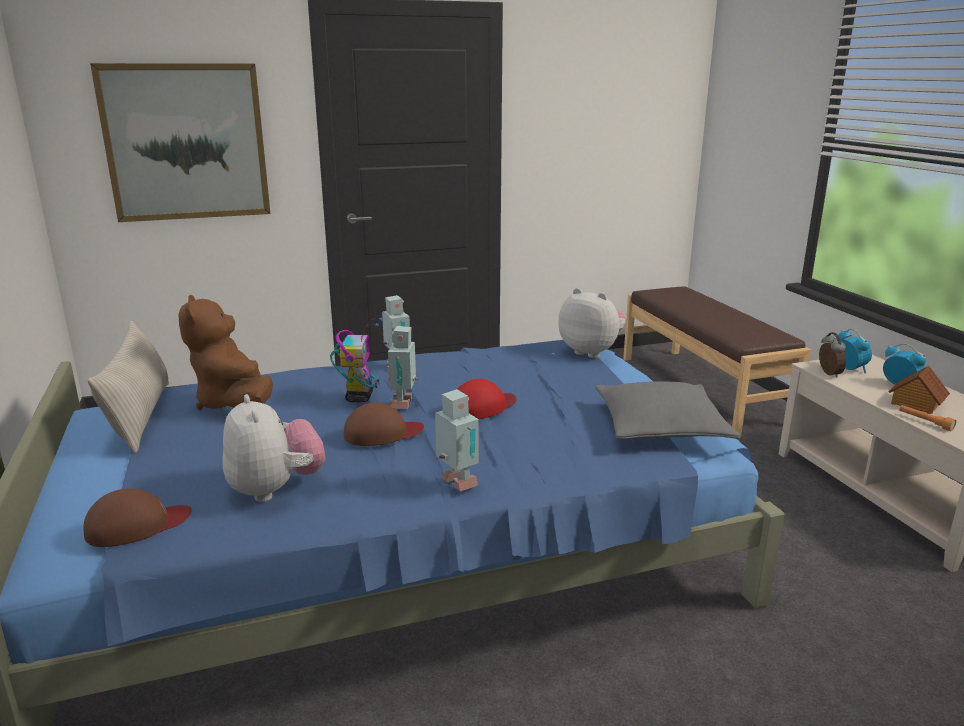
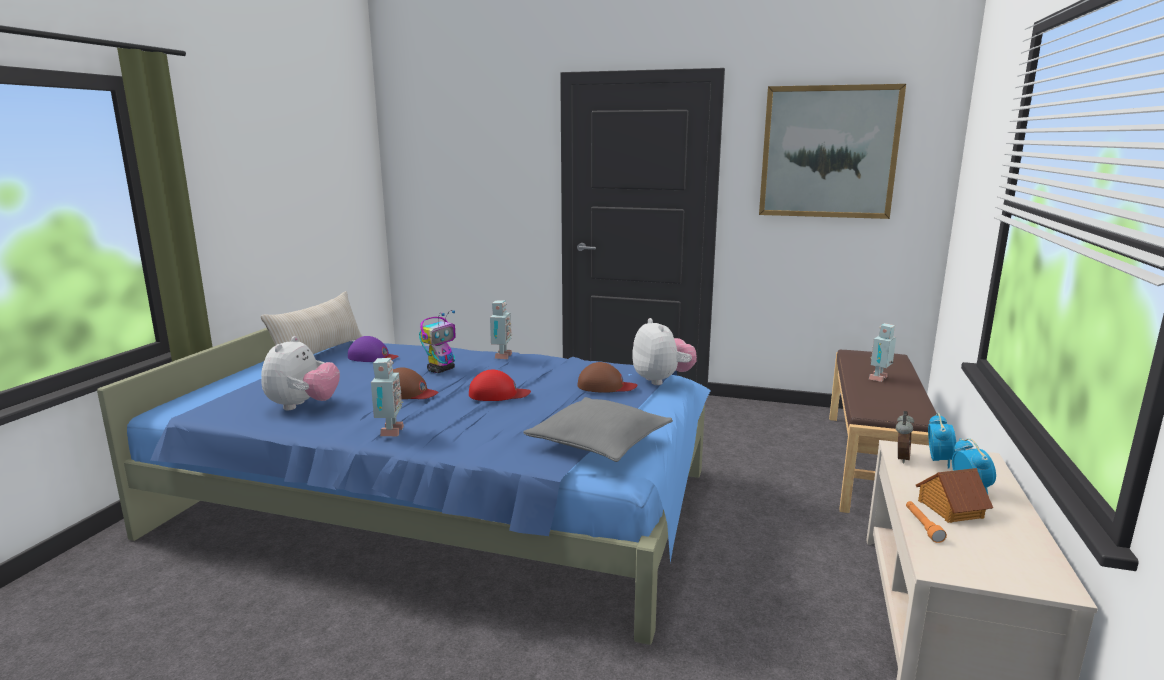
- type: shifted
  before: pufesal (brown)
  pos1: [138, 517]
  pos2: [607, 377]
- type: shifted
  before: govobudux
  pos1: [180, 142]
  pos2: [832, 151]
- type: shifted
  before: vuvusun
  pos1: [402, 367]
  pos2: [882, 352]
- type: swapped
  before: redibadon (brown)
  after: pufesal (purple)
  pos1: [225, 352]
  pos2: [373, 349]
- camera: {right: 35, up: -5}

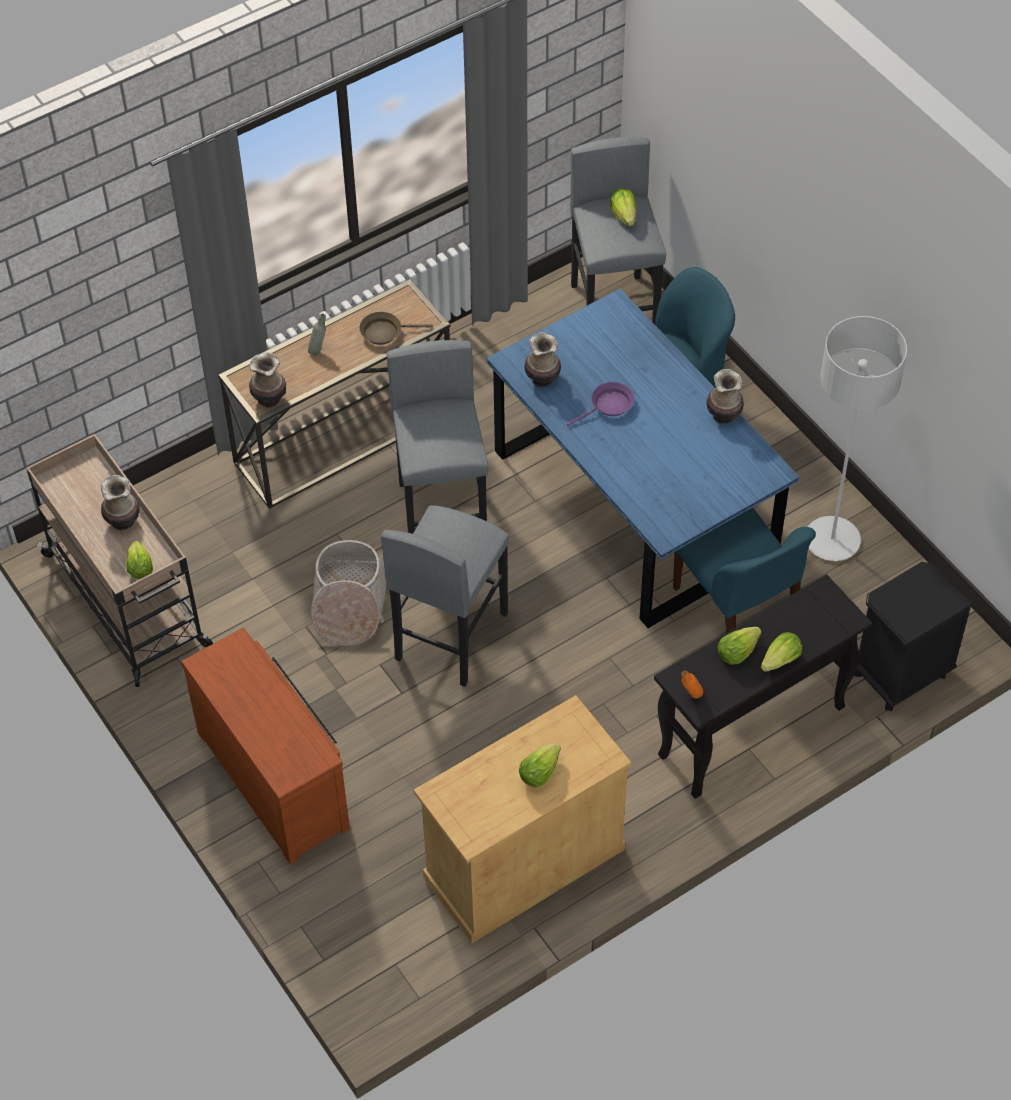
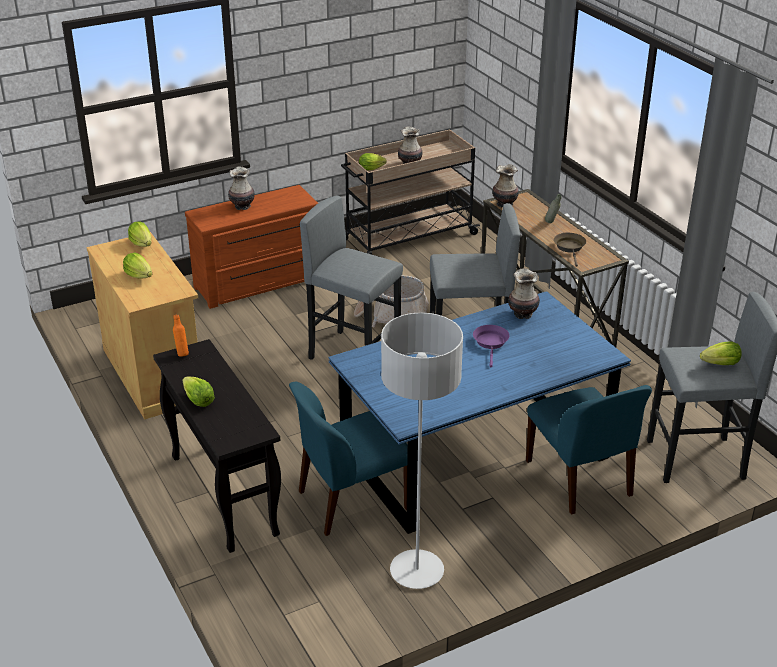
- type: gone
  before: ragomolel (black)
  pos1: [913, 636]
- type: shifted
  before: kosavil
  pos1: [725, 396]
  pos2: [241, 188]
- type: shifted
  before: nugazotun
  pos1: [739, 646]
  pos2: [139, 234]
- type: rotated
  before: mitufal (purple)
  pos1: [600, 404]
  pos2: [491, 346]
  turn: -150
- camera: {right: 95, up: -20}

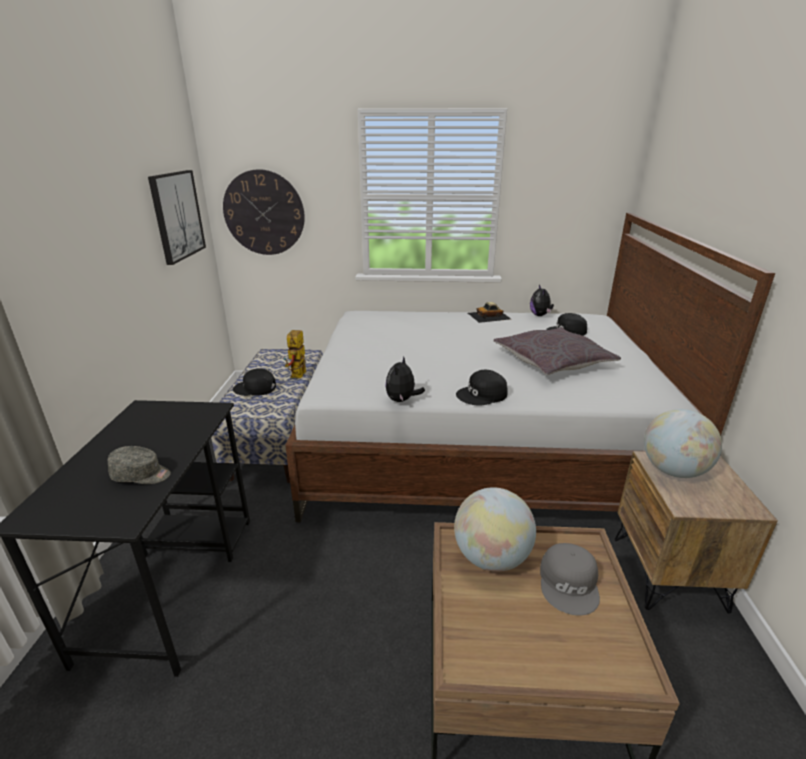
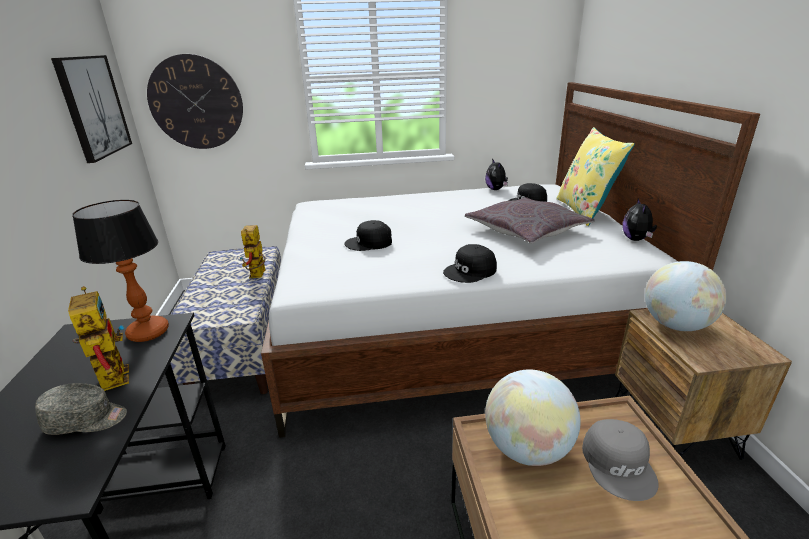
- type: gone
  before: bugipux
  pos1: [489, 312]
- type: new
  after: vuvusun
  pos2: [98, 338]
- type: new
  after: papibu
  pos2: [120, 271]
- type: new
  after: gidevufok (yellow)
  pos2: [595, 176]
- type: shifted
  before: pufesal (black)
  pos1: [254, 382]
  pos2: [368, 235]
- type: shifted
  before: redibadon
  pos1: [405, 379]
  pos2: [640, 220]
- camera: {right: -10, up: 0}

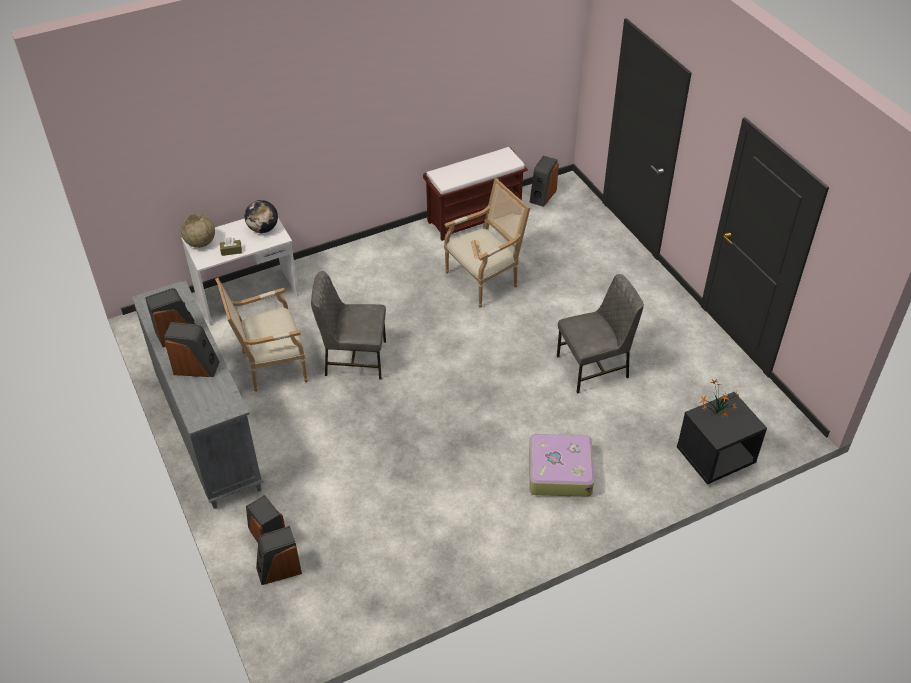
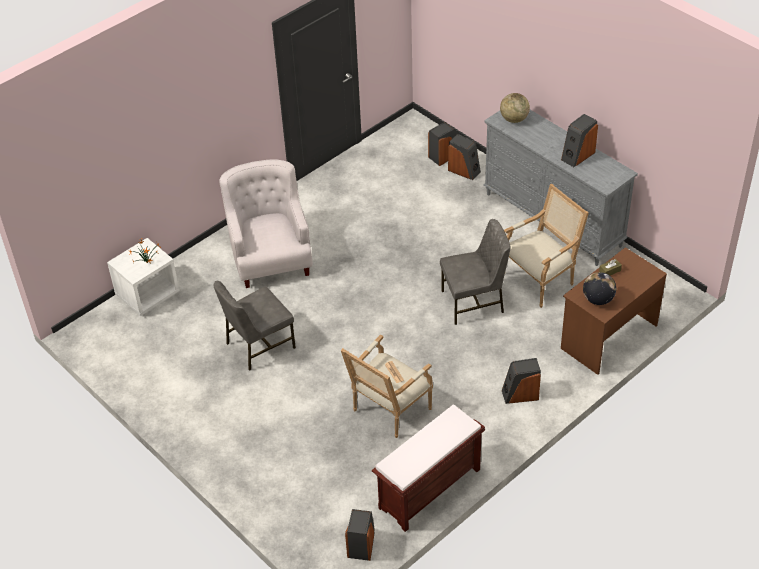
- type: shifted
  before: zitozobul
  pos1: [191, 349]
  pos2: [521, 381]
- type: shifted
  before: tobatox
  pos1: [198, 231]
  pos2: [515, 108]
- type: swapped
  before: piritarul
  after: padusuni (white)
  pos1: [561, 465]
  pos2: [266, 223]
- type: repainted
  before: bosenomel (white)
  after: bosenomel (brown)
  pos1: [240, 272]
  pos2: [614, 311]
- type: repainted
  before: ragomolel (black)
  after: ragomolel (white)
  pos1: [722, 438]
  pos2: [143, 277]
- camera: {right: 165, up: 0}

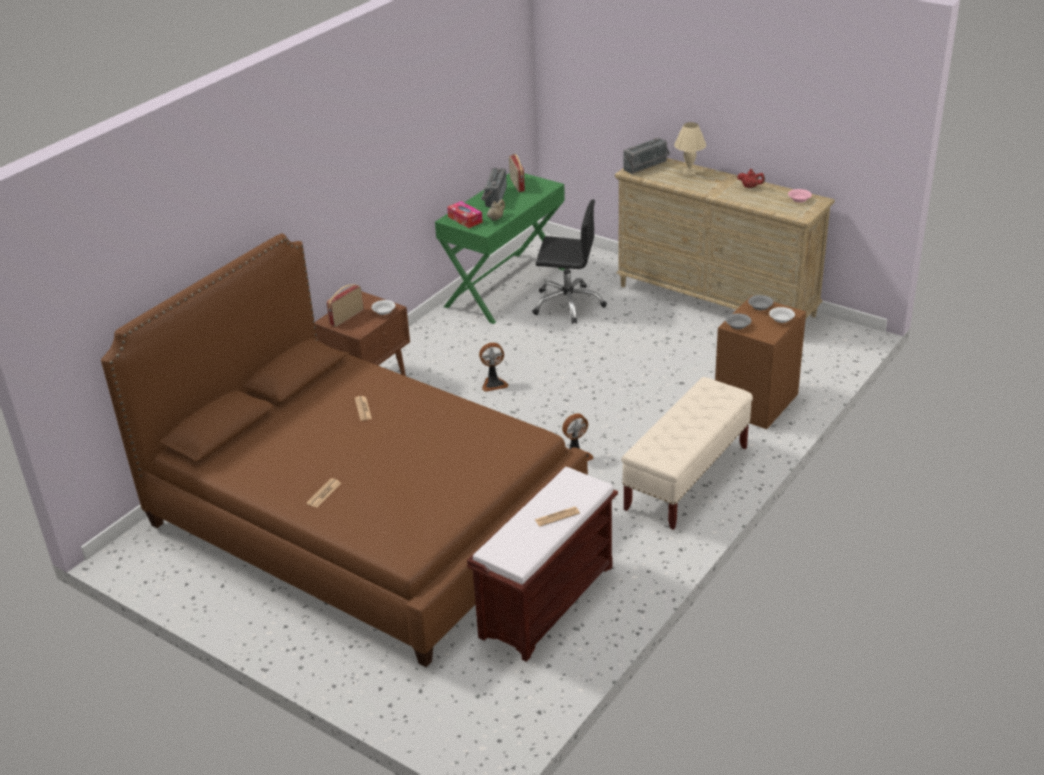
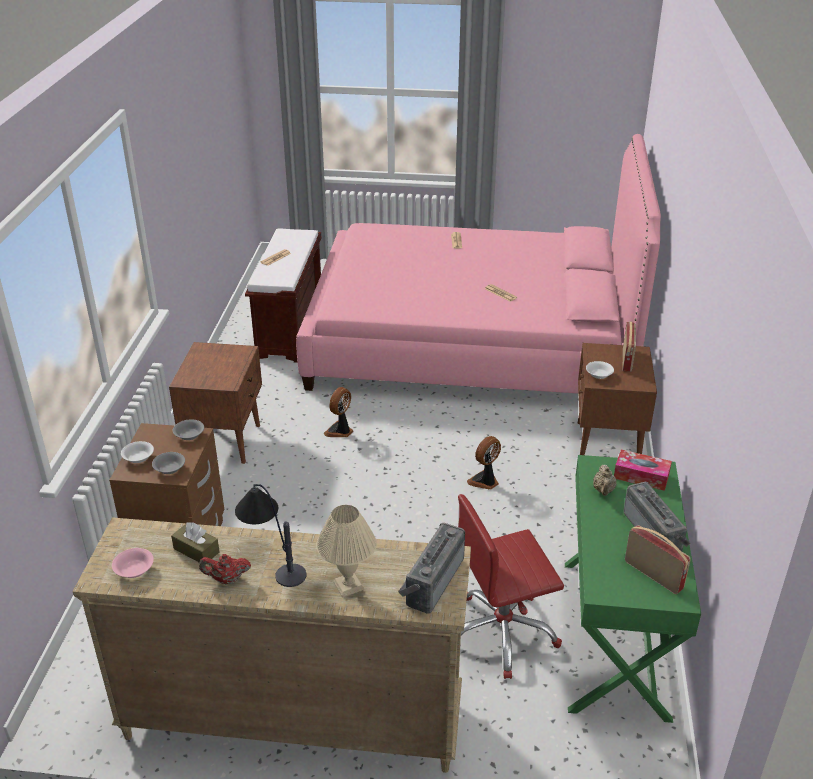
- type: new
  after: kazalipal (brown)
  pos2: [195, 542]
- type: new
  after: papibu
  pos2: [270, 535]
- type: swapped
  before: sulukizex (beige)
  after: ragomolel (brown)
  pos1: [687, 453]
  pos2: [215, 403]
- type: repainted
  before: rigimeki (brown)
  after: rigimeki (pink)
  pos1: [344, 450]
  pos2: [478, 264]
- type: repainted
  before: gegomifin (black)
  after: gegomifin (red)
  pos1: [569, 262]
  pos2: [511, 586]
- camera: {right: 150, up: 0}

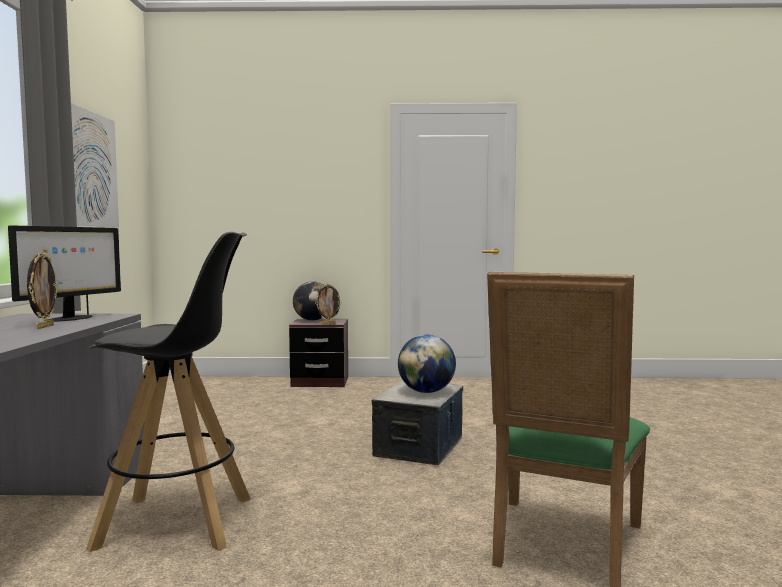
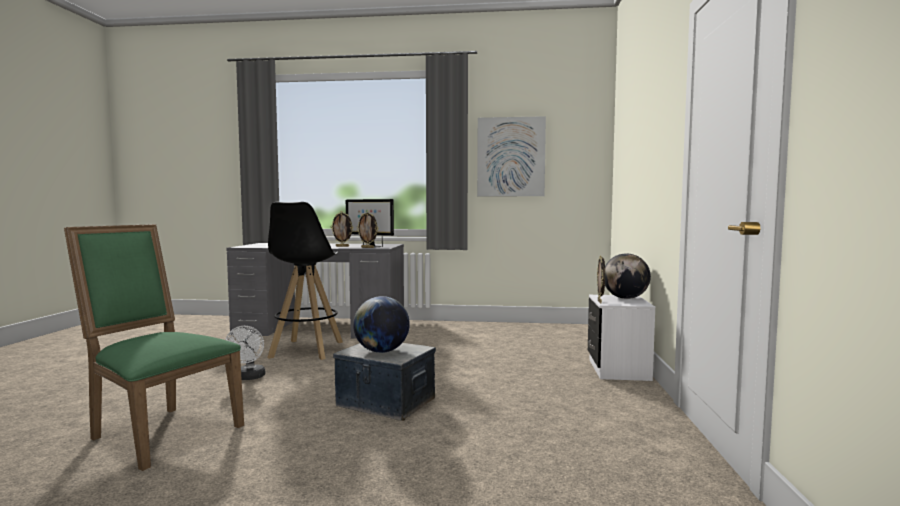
- type: new
  after: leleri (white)
  pos2: [245, 353]
- type: new
  after: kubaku
  pos2: [367, 229]
- type: repainted
  before: ragomolel (brown)
  after: ragomolel (white)
  pos1: [318, 353]
  pos2: [621, 338]
- camera: {right: 95, up: 0}

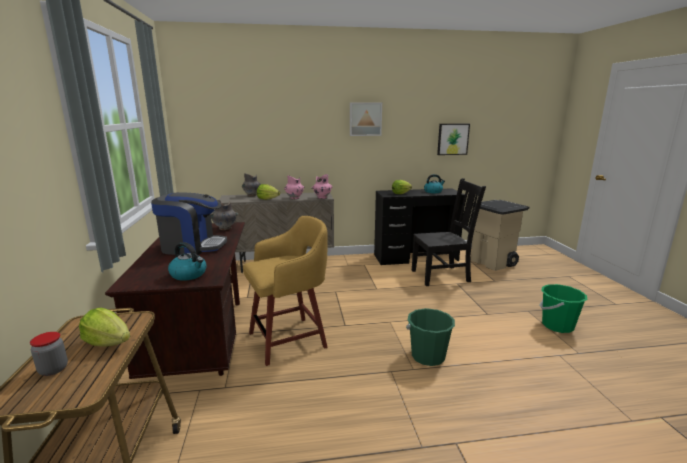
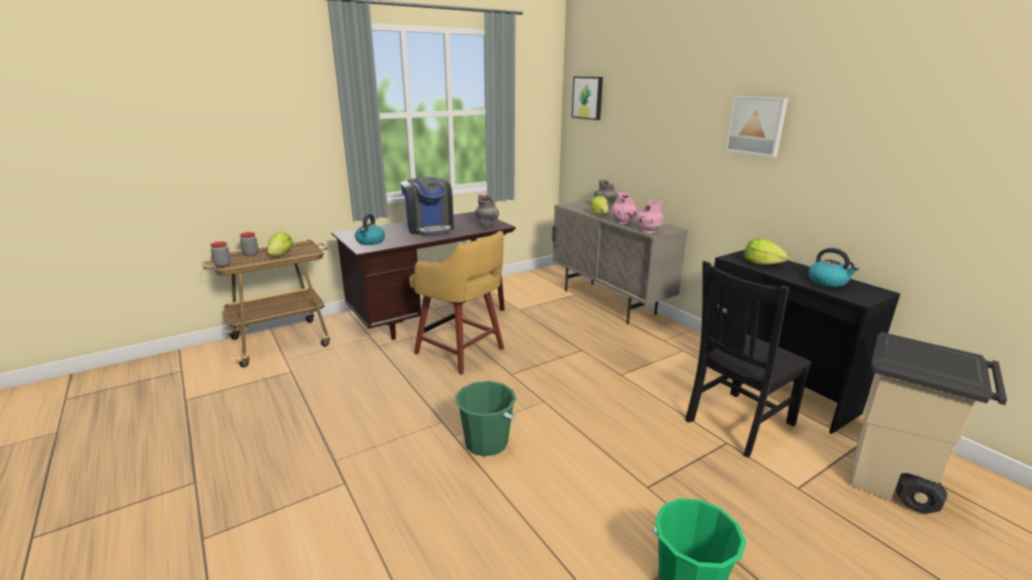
- type: new
  after: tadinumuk
  pos2: [220, 254]
- type: shifted
  before: govobudux
  pos1: [453, 139]
  pos2: [587, 98]
- type: rotated
  before: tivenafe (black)
  pos1: [449, 232]
  pos2: [748, 359]
  turn: 90
- camera: {right: 65, up: 5}

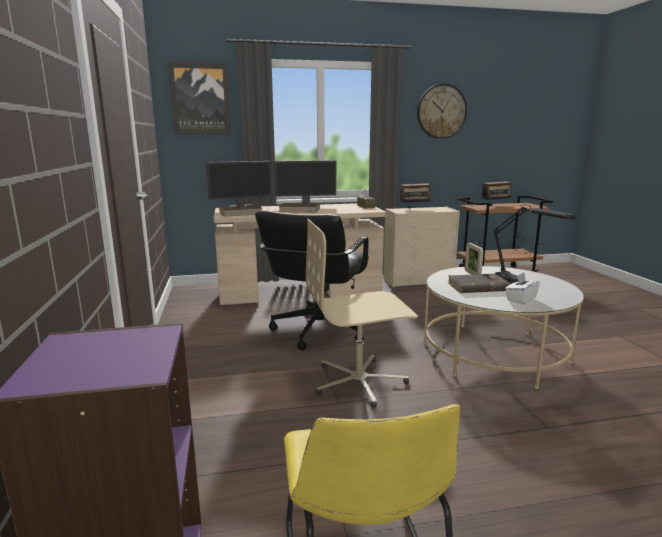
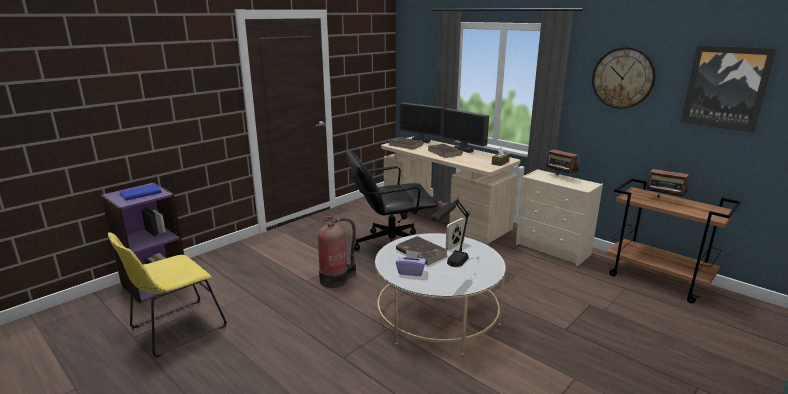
- type: new
  after: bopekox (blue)
  pos2: [140, 192]
- type: shifted
  before: govobudux
  pos1: [199, 98]
  pos2: [729, 89]
- type: swapped
  before: gegomifin (beige)
  after: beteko
  pos1: [362, 313]
  pos2: [337, 252]
- type: repainted
  before: kazalipal (white)
  after: kazalipal (purple)
  pos1: [522, 288]
  pos2: [411, 263]
- camera: {right: 55, up: 5}

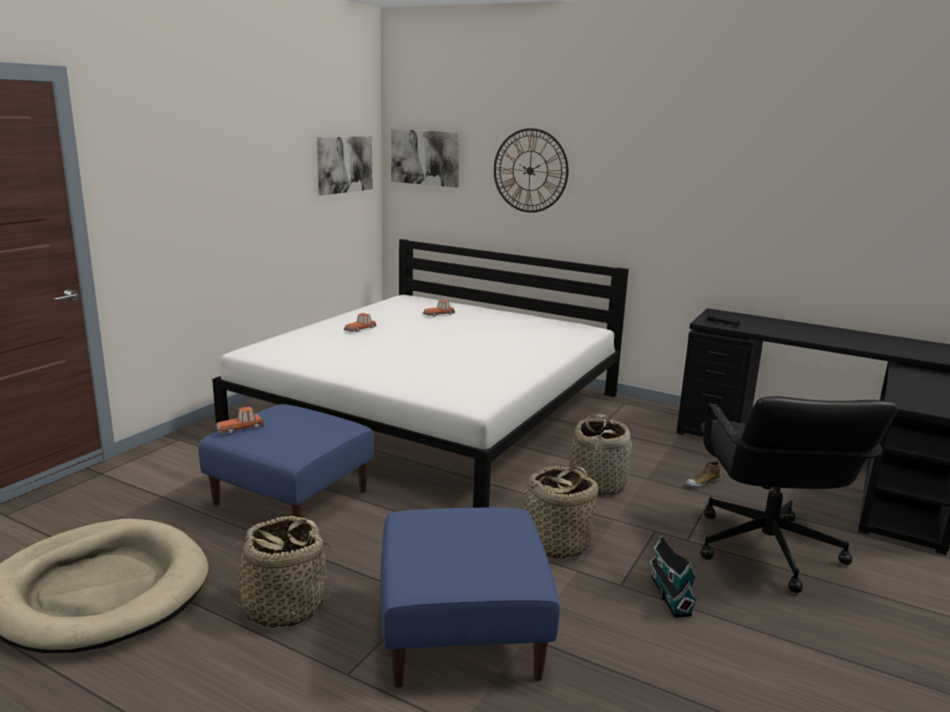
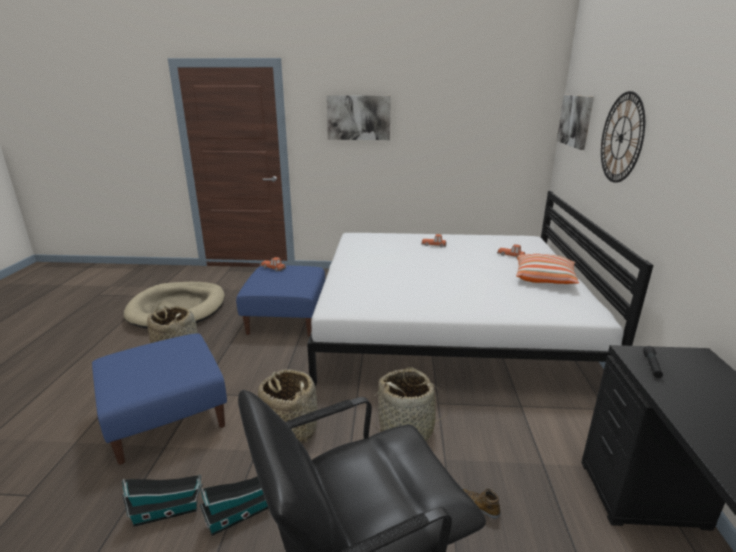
- type: new
  after: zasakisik
  pos2: [162, 500]
- type: new
  after: gidevufok
  pos2: [547, 269]
- type: shifted
  before: govobudux
  pos1: [345, 165]
  pos2: [358, 117]
- camera: {right: 65, up: 5}

